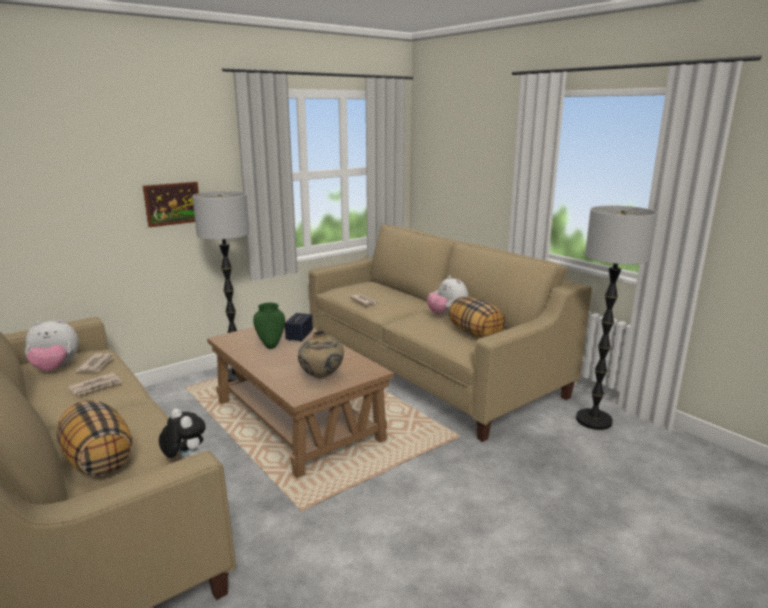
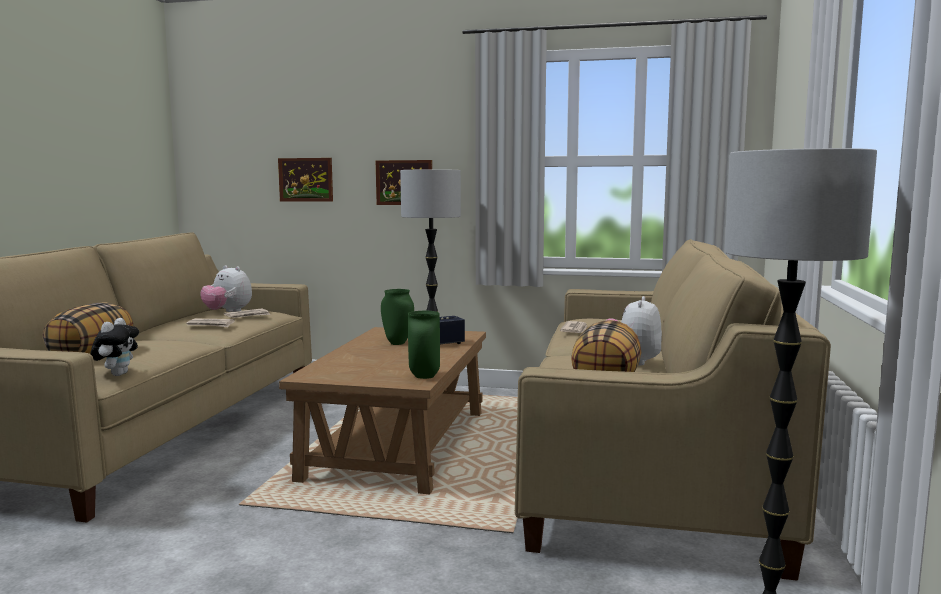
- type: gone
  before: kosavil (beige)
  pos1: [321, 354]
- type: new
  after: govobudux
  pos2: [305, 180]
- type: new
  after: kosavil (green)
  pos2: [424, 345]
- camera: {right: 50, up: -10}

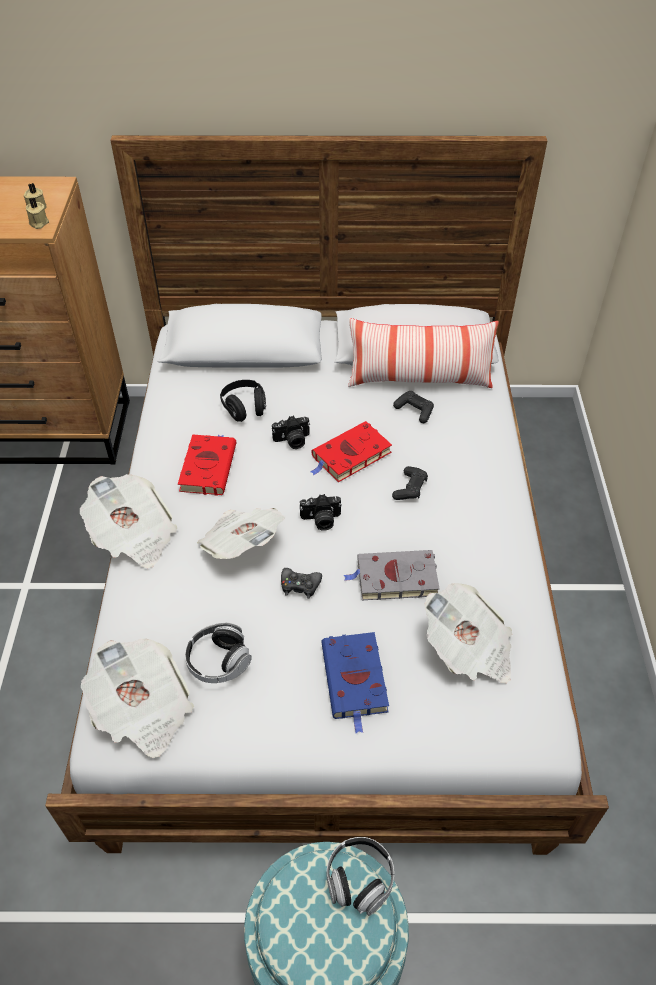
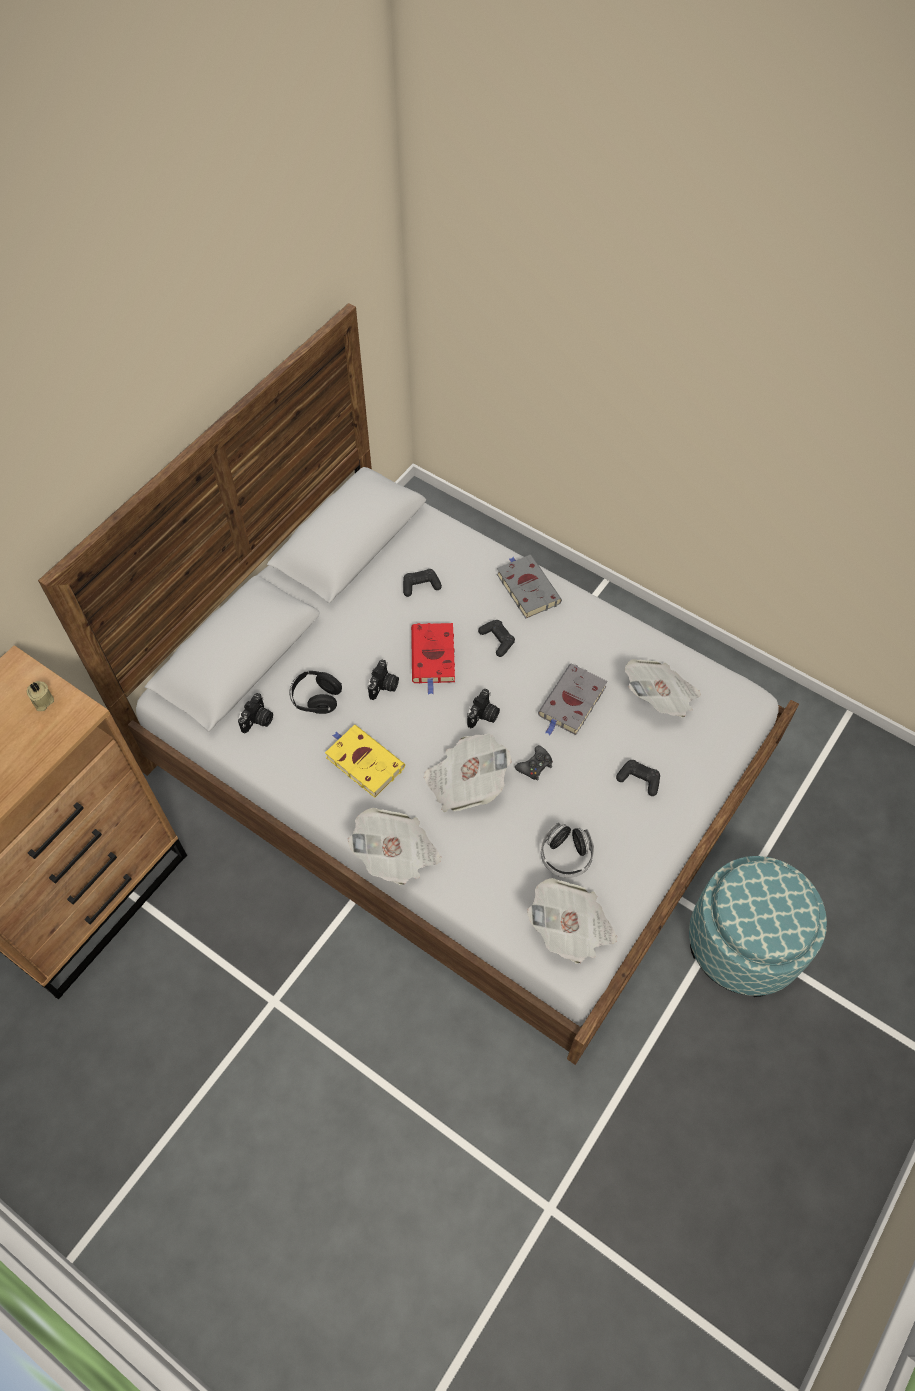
- type: gone
  before: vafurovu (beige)
  pos1: [37, 213]
- type: gone
  before: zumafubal
  pos1: [360, 876]
- type: gone
  before: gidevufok
  pos1: [423, 353]
- type: new
  after: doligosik
  pos2: [255, 713]
- type: new
  after: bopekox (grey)
  pos2: [529, 587]
- type: swapped
  before: bopekox (blue)
  after: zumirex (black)
  pos1: [355, 682]
  pos2: [638, 778]
- type: repainted
  before: bopekox (red)
  after: bopekox (yellow)
  pos1: [207, 465]
  pos2: [365, 761]
- camera: {right: -55, up: 10}

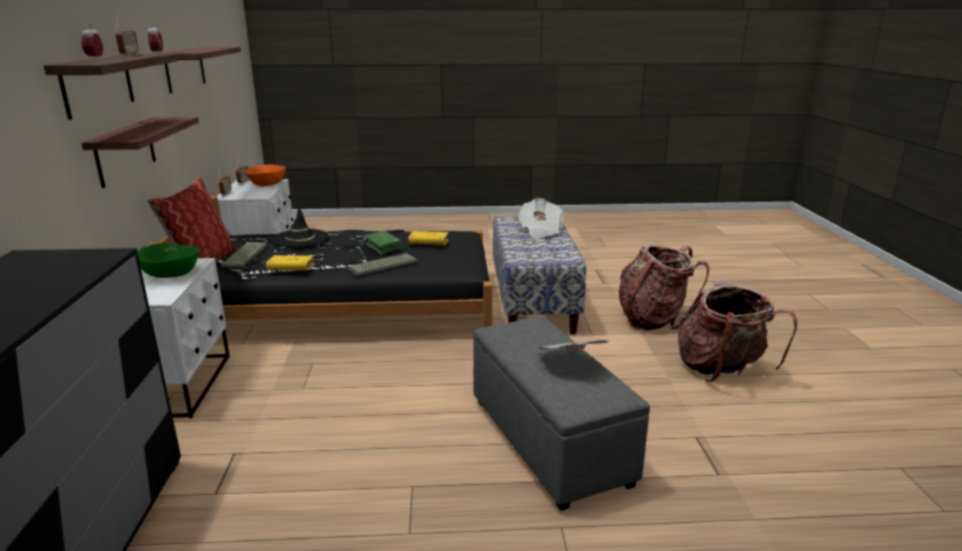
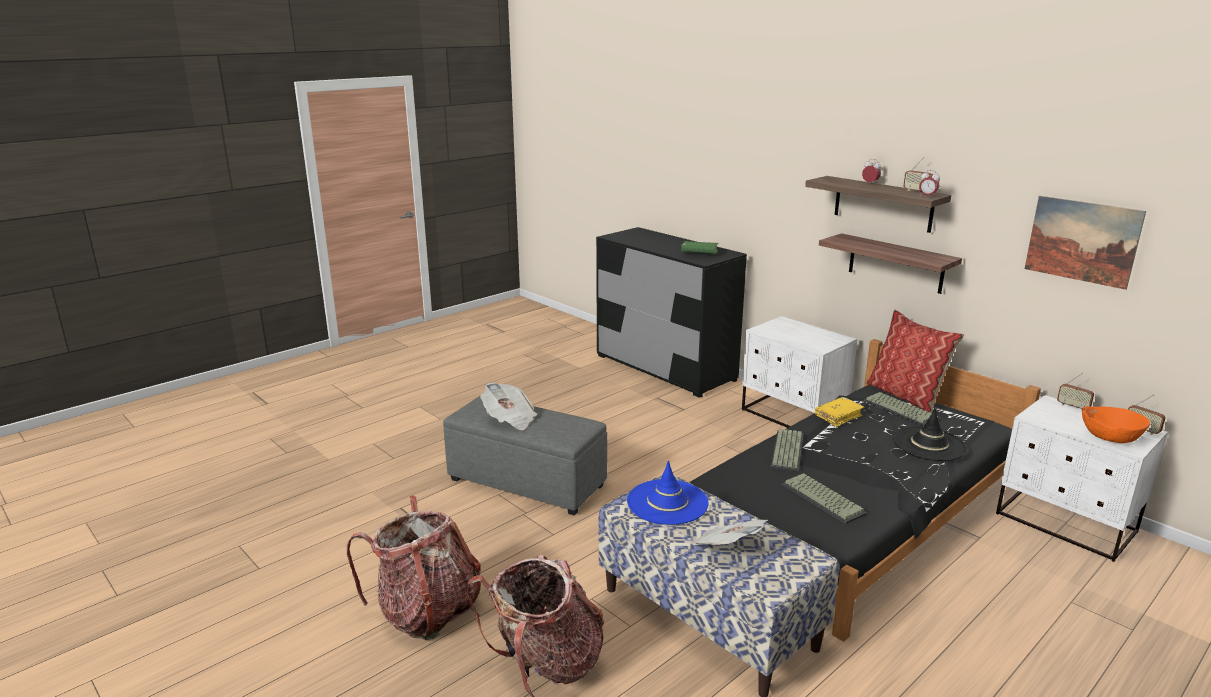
- type: gone
  before: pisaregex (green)
  pos1: [168, 260]
- type: new
  after: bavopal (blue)
  pos2: [668, 493]
- type: shifted
  before: bopekox (green)
  pos1: [383, 243]
  pos2: [699, 247]
- type: swapped
  before: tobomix
  after: govobudux
  pos1: [199, 70]
  pos2: [1085, 243]
- type: swapped
  before: bopekox (yellow)
  after: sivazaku
  pos1: [428, 238]
  pos2: [825, 498]
- camera: {right: 140, up: 0}

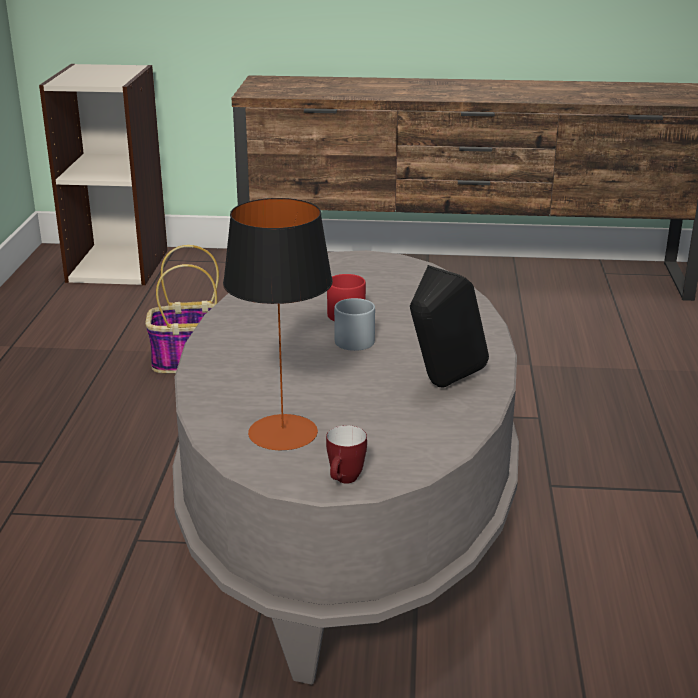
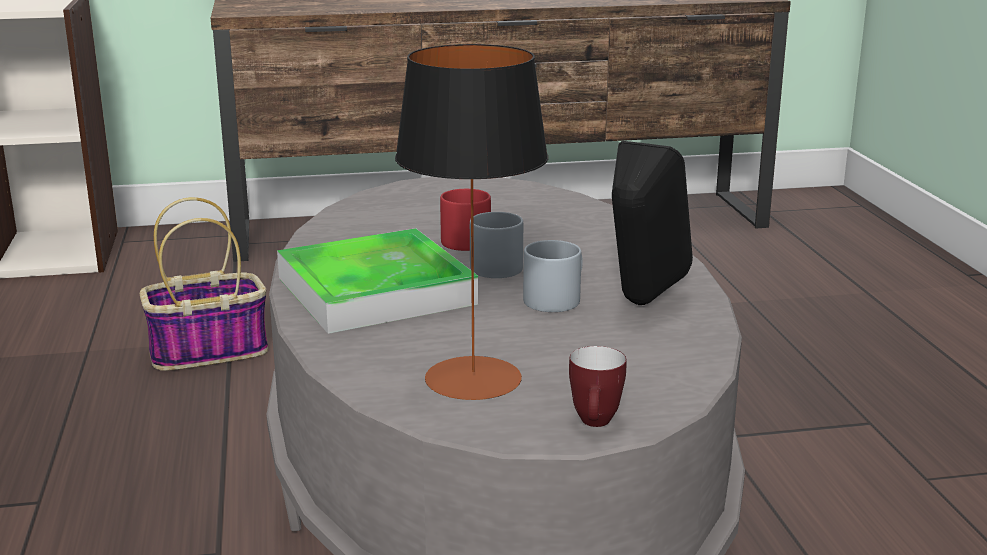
- type: new
  after: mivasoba
  pos2: [377, 281]
- type: new
  after: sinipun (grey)
  pos2: [553, 276]
- camera: {right: -15, up: -5}

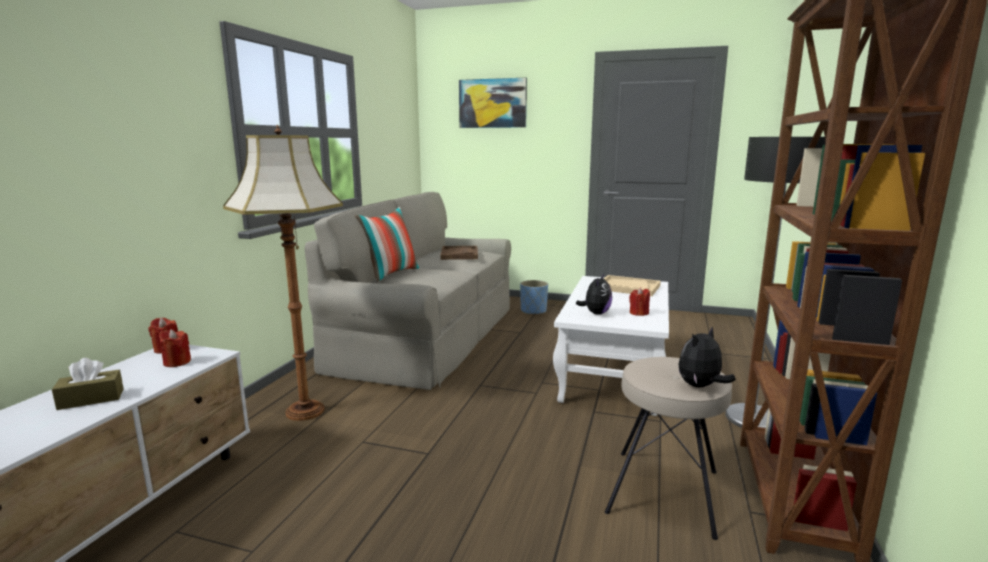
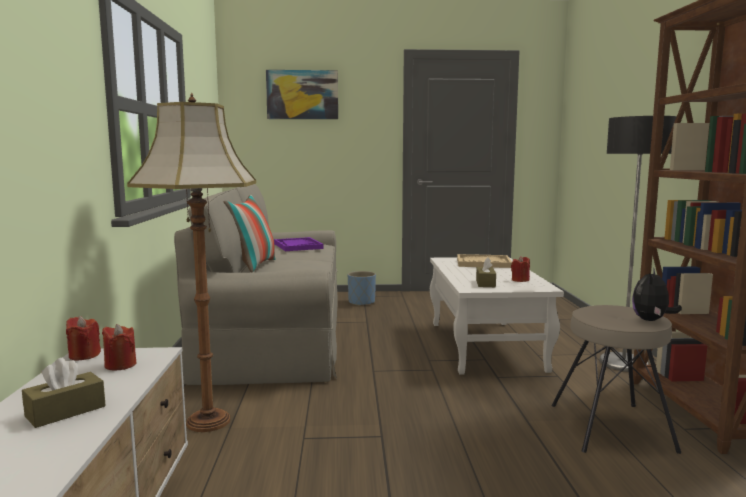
- type: swapped
  before: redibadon
  after: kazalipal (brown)
  pos1: [594, 294]
  pos2: [486, 272]
- type: repainted
  before: mivasoba (brown)
  after: mivasoba (purple)
  pos1: [459, 253]
  pos2: [299, 244]
- camera: {right: -20, up: -5}

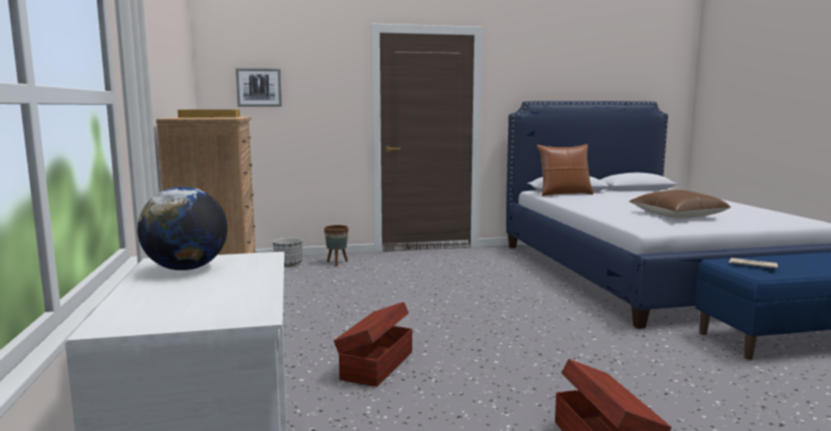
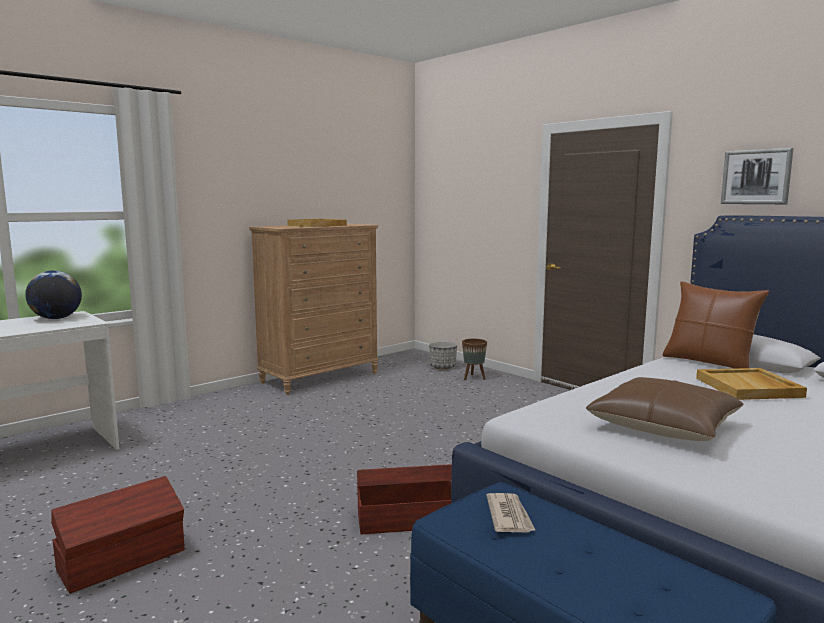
- type: new
  after: mivasoba (beige)
  pos2: [751, 384]
- type: shifted
  before: govobudux
  pos1: [259, 87]
  pos2: [757, 176]
- type: shifted
  before: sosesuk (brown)
  pos1: [373, 344]
  pos2: [404, 499]
- camera: {right: 60, up: 0}

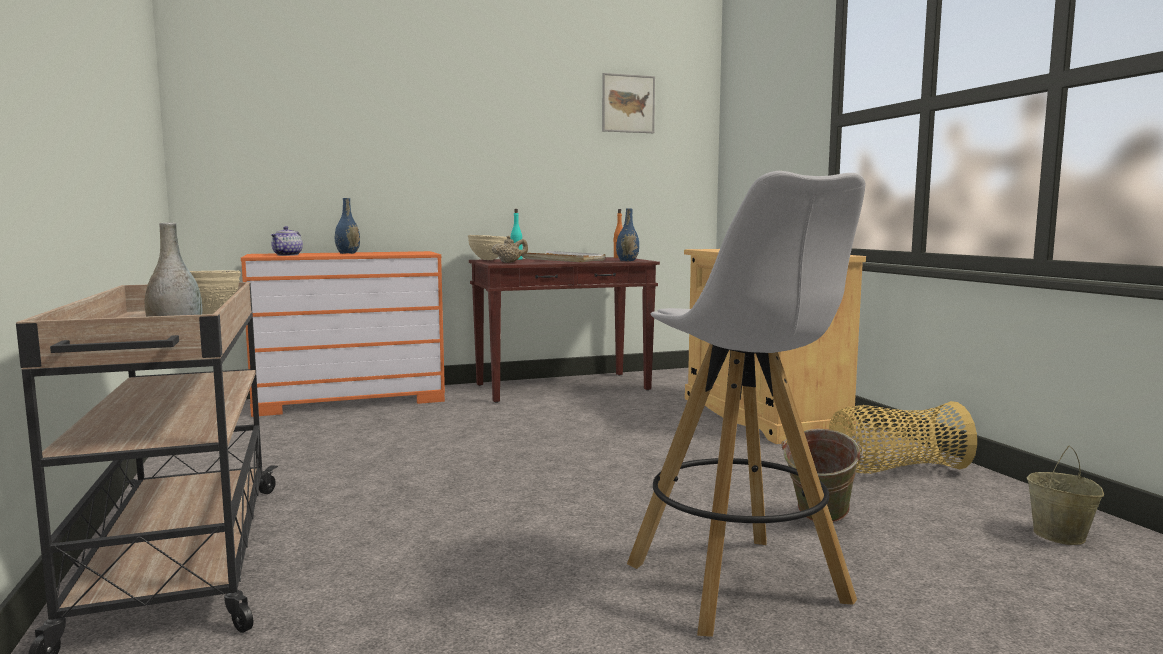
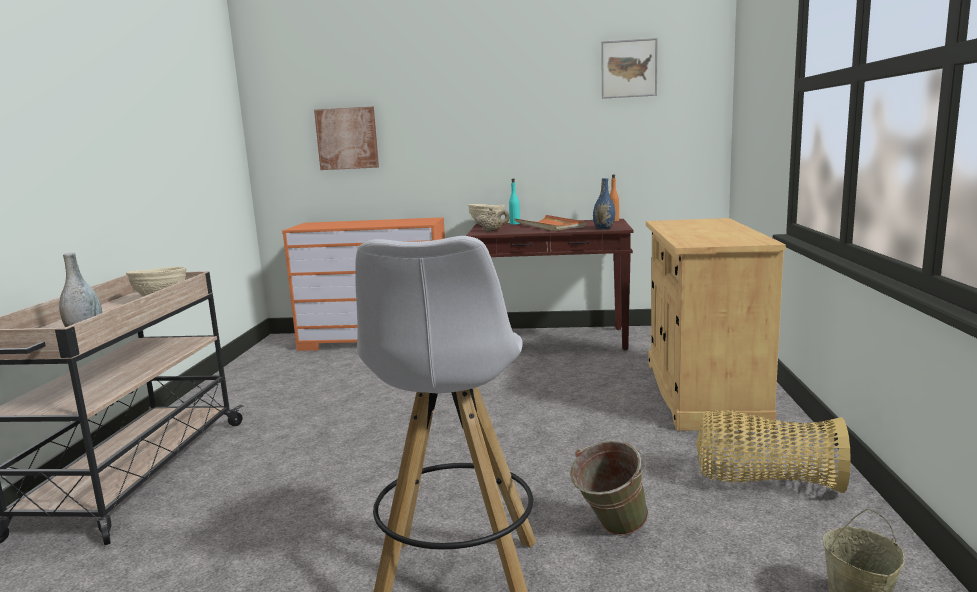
- type: gone
  before: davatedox
  pos1: [287, 241]
- type: gone
  before: kosavil (blue)
  pos1: [347, 226]
- type: new
  after: govobudux
  pos2: [346, 138]
- type: repainted
  before: mivasoba (white)
  after: mivasoba (orange)
  pos1: [563, 256]
  pos2: [550, 223]
- camera: {right: 25, up: 5}

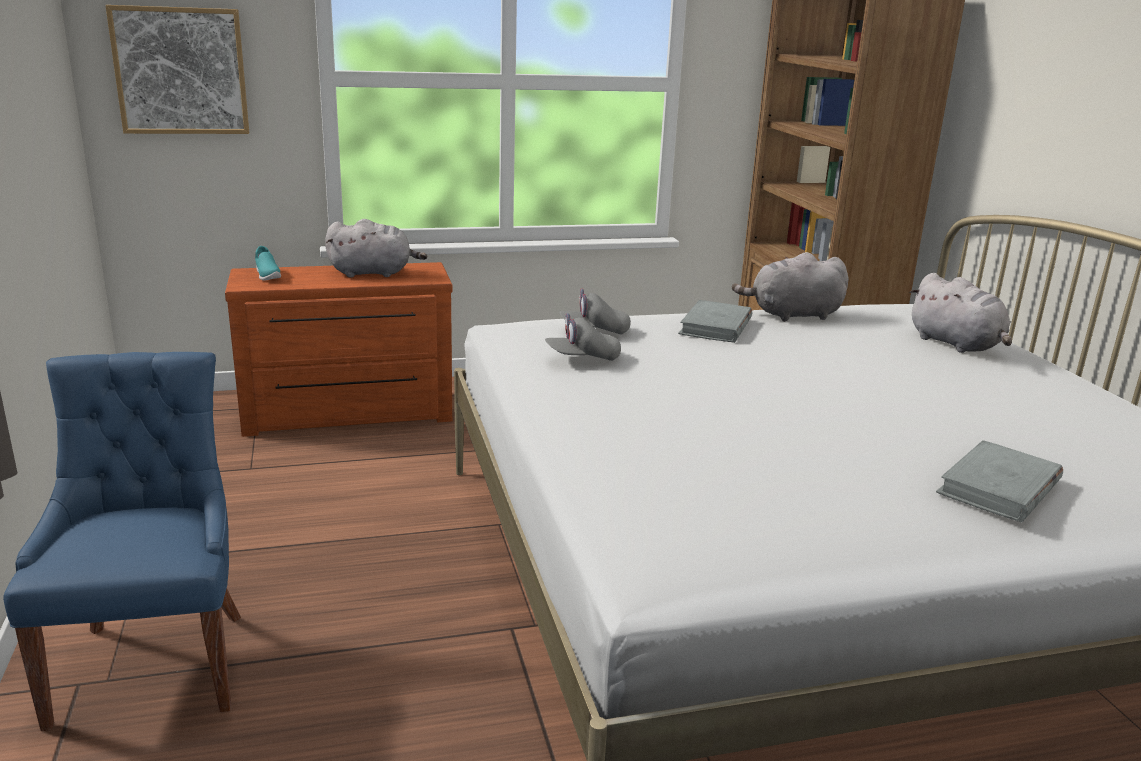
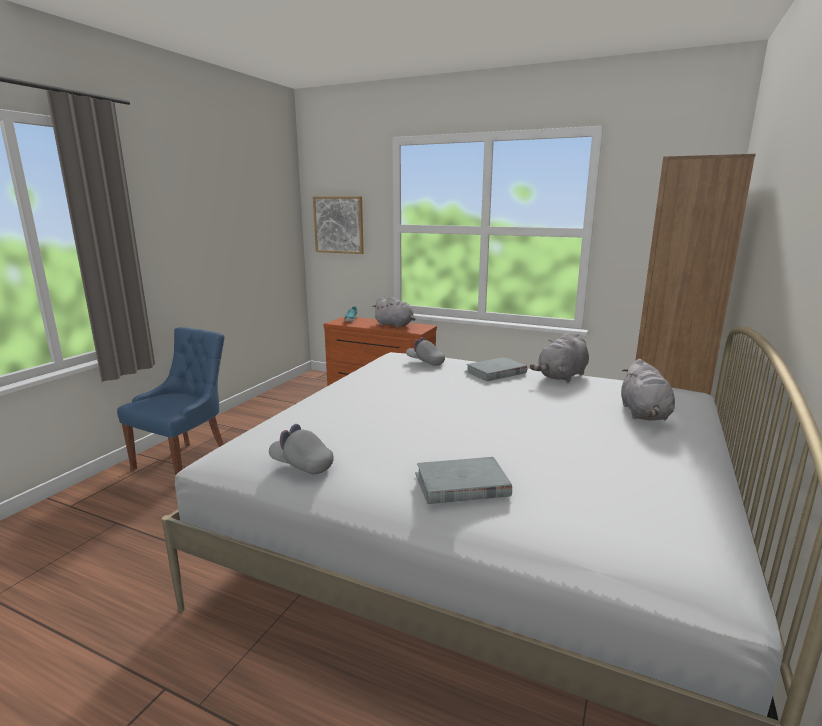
- type: shifted
  before: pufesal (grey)
  pos1: [583, 337]
  pos2: [301, 449]
- type: rotated
  before: redibadon (grey)
  pos1: [790, 287]
  pos2: [559, 357]
  turn: -75
- camera: {right: 40, up: -5}

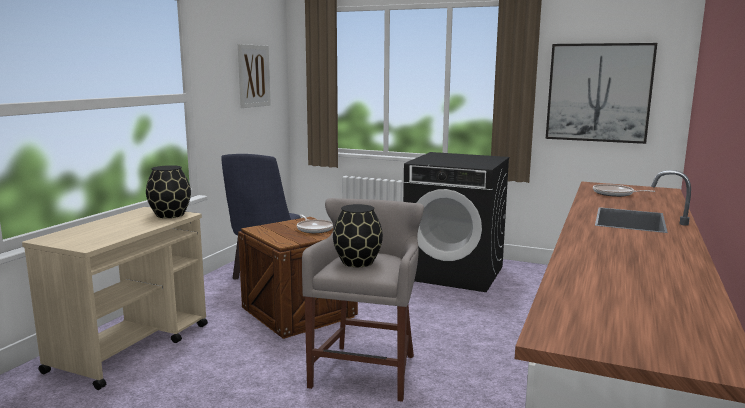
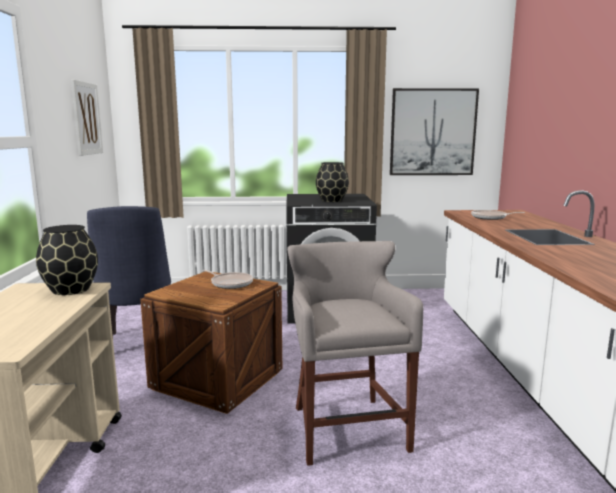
- type: shifted
  before: kosavil (black)
  pos1: [358, 235]
  pos2: [332, 182]
- camera: {right: -25, up: 0}

